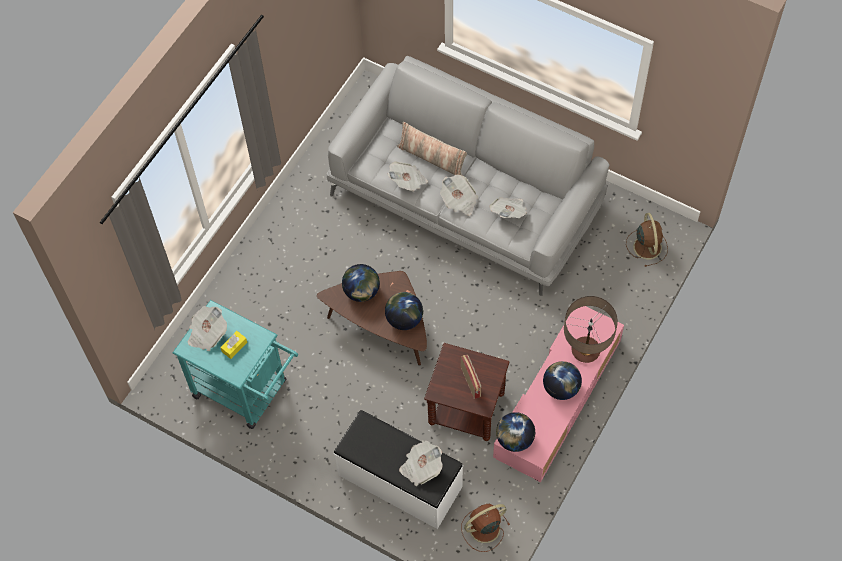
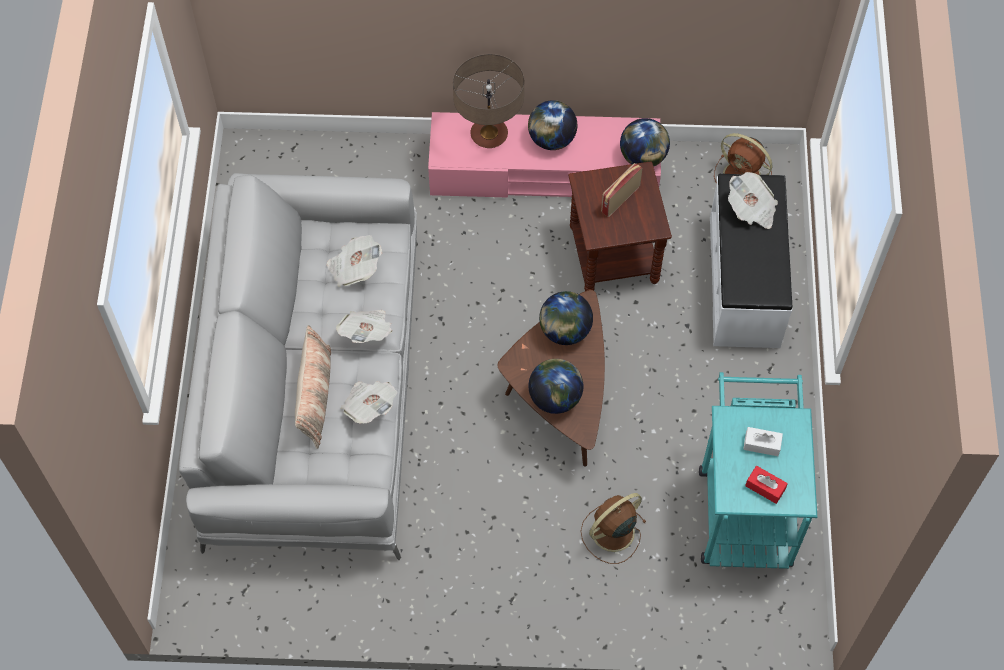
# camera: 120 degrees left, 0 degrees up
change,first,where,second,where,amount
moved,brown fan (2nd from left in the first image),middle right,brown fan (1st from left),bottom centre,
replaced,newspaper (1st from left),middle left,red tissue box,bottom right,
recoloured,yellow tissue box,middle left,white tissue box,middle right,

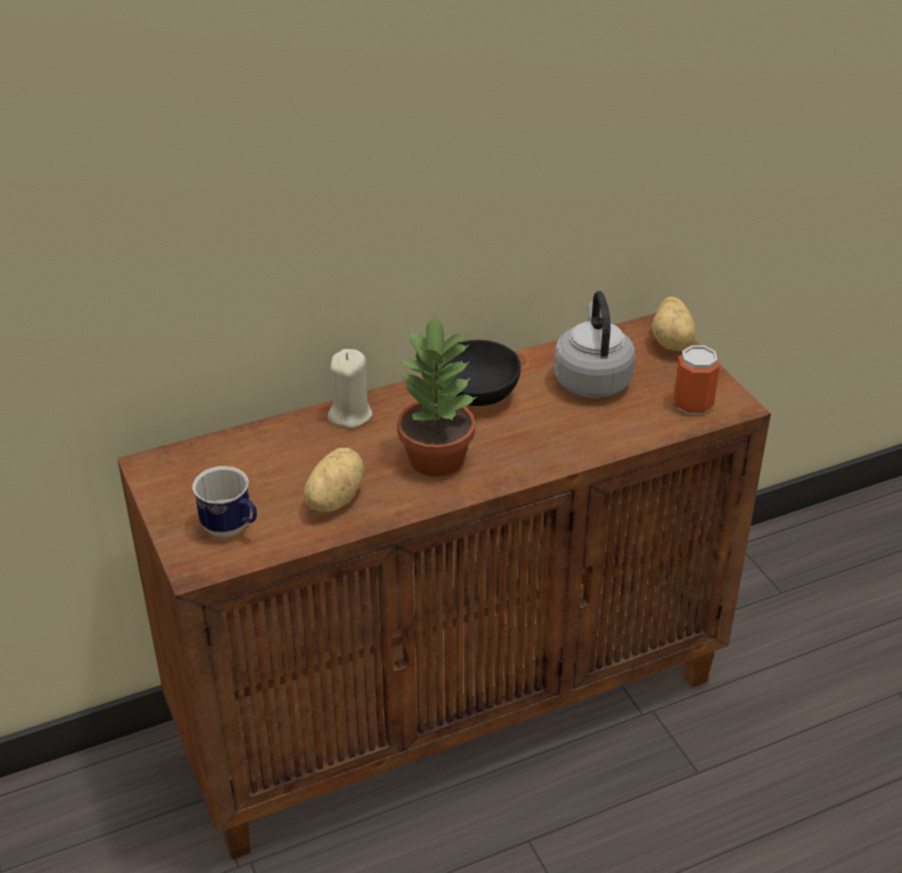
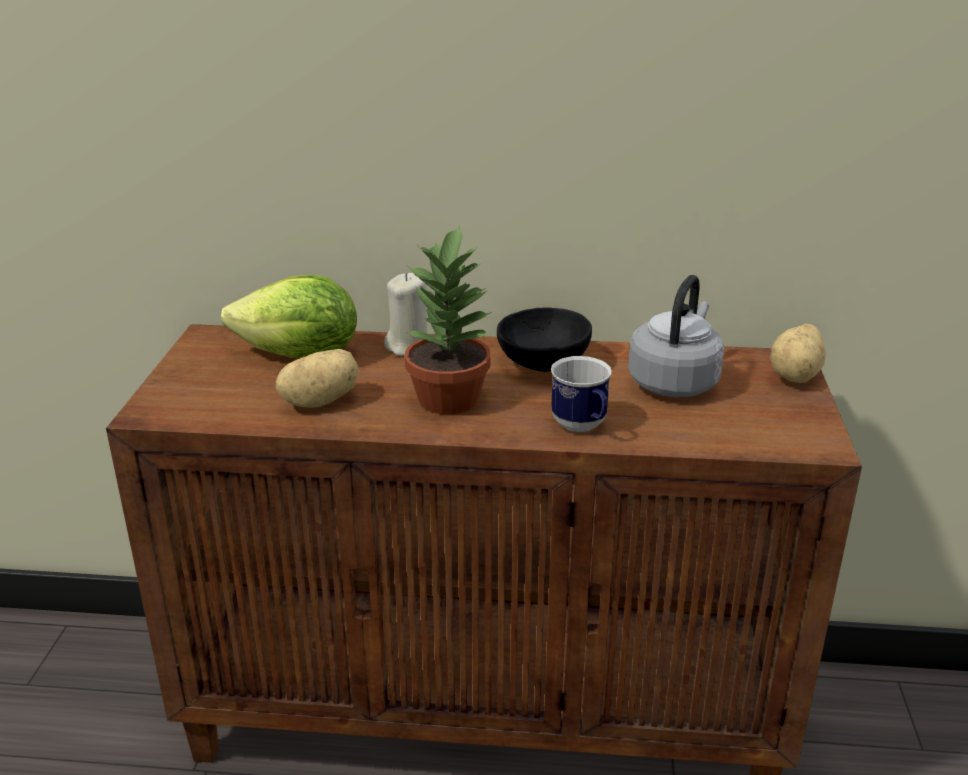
# camera: 30 degrees right, 10 degrees down
change,first,where,second,where,amount
removed,can,middle right,,,
added,,,lettuce,middle left,
moved,mug,middle left,,centre,

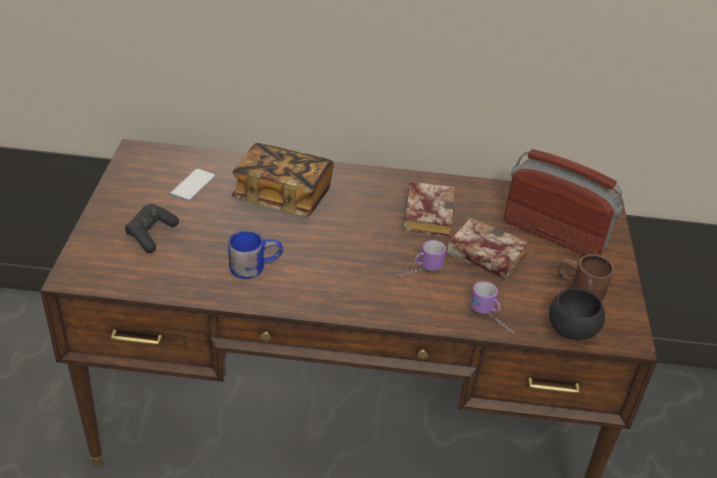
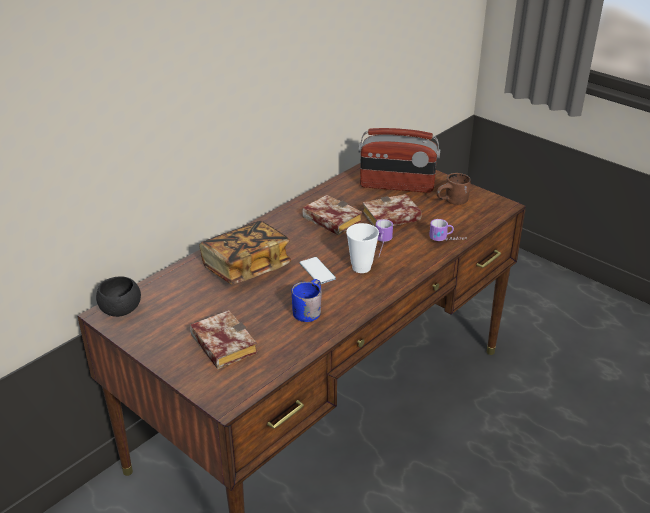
# camera: 50 degrees left, 5 degrees down
change,first,where,second,where,amount
added,,,cup,centre,
moved,phone,middle left,,centre,
moved,black bowl,middle right,,middle left,
replaced,black game controller,middle left,book (1st from left),centre,
turned,radio,middle right,,top centre,150 degrees counterclockwise

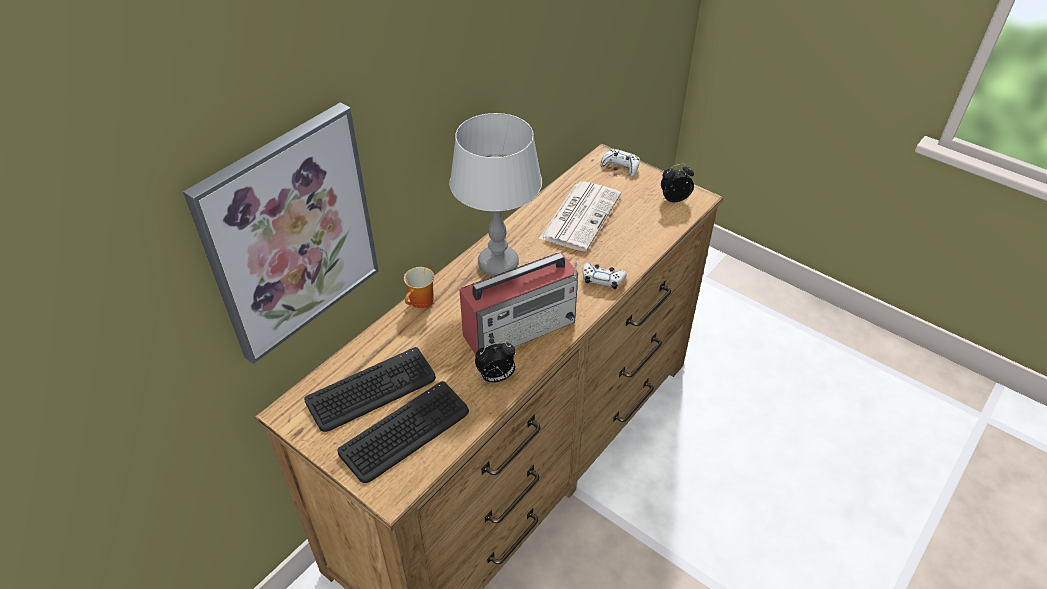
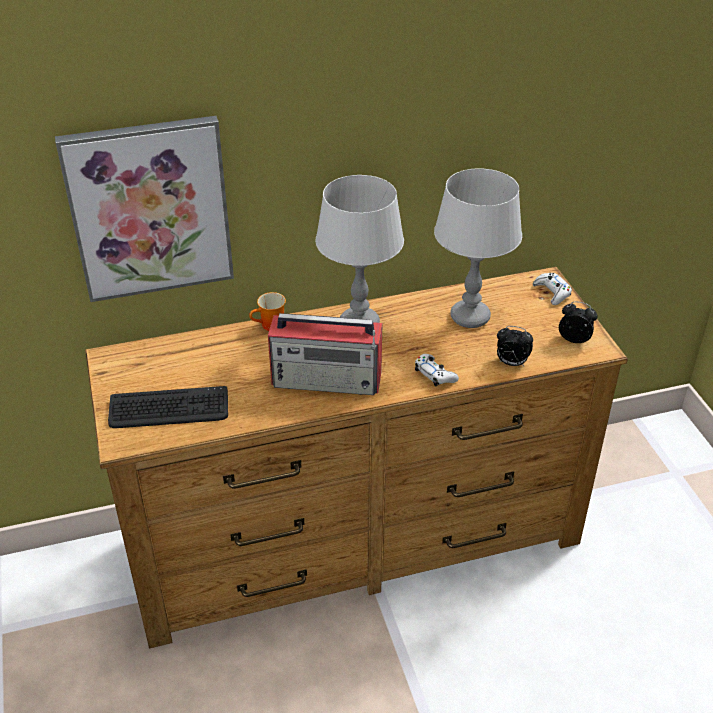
# camera: 35 degrees right, 5 degrees down
change,first,where,second,where,amount
removed,keyboard (1st from left),centre,,,
moved,alarm clock (1st from left),centre,,middle right,
replaced,newspaper,centre,grey table lamp (2nd from left),middle right,

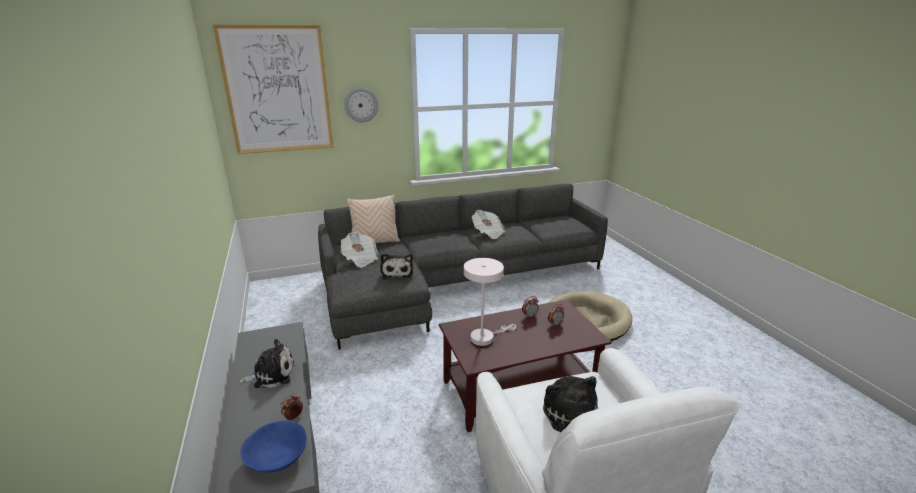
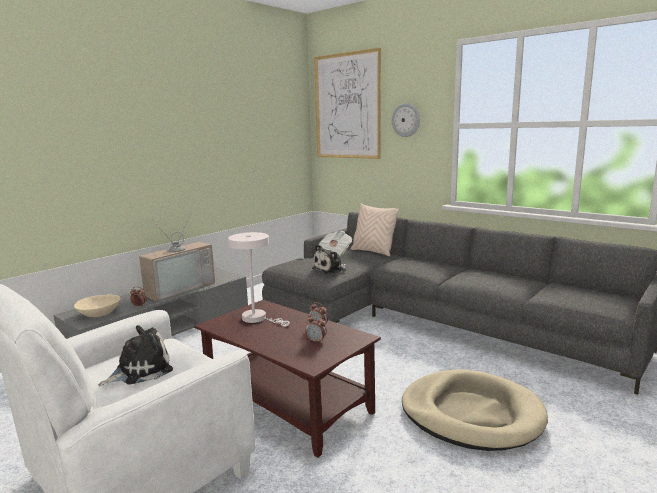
# camera: 60 degrees right, 10 degrees down
change,first,where,second,where,amount
removed,newspaper (2nd from left),centre,,,
replaced,plush toy (1st from left),bottom left,television,middle left,
recoloured,blue bowl,bottom left,beige bowl,middle left,

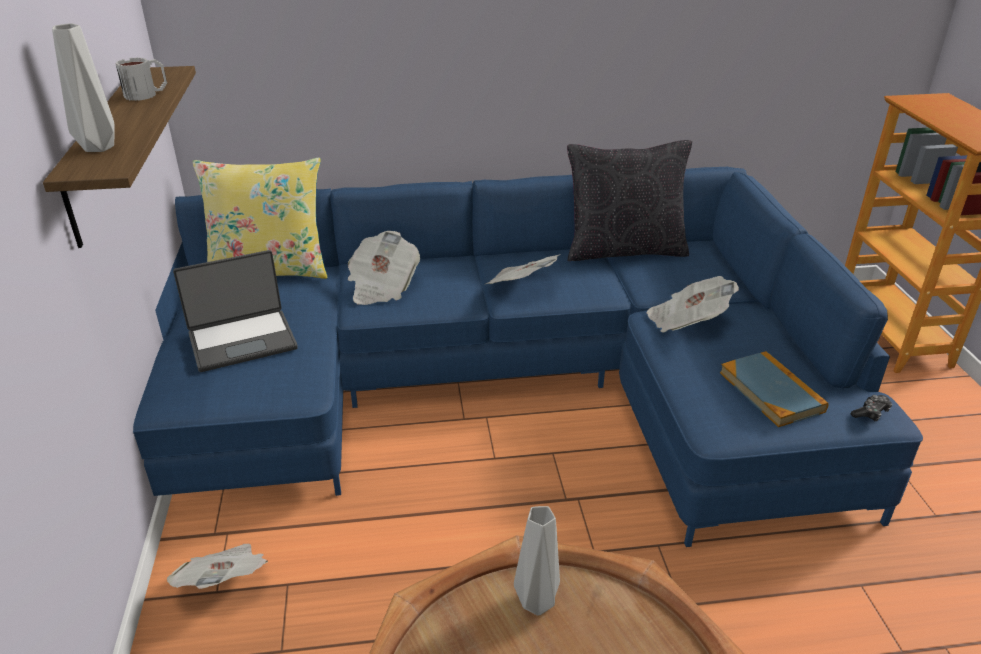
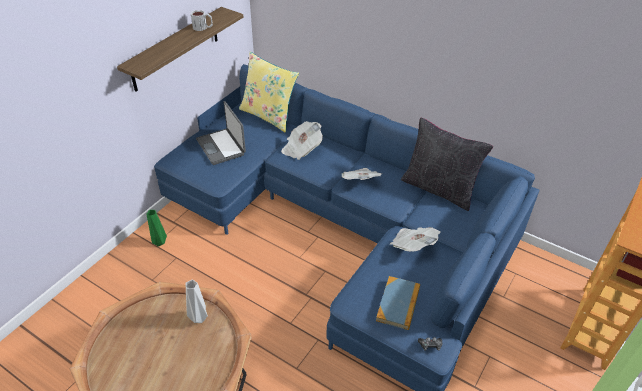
# camera: 40 degrees right, 10 degrees up
change,first,where,second,where,amount
removed,grey vase (1st from left),top left,,,
replaced,newspaper (1st from left),bottom left,green vase,middle left,
turned,laptop,middle left,,centre,45 degrees clockwise

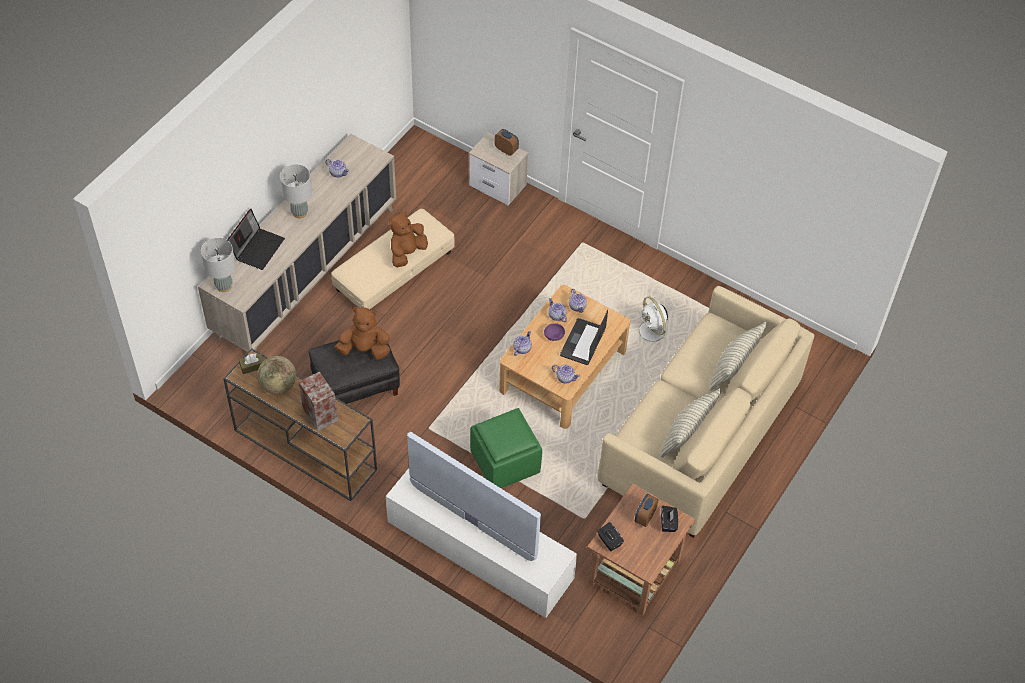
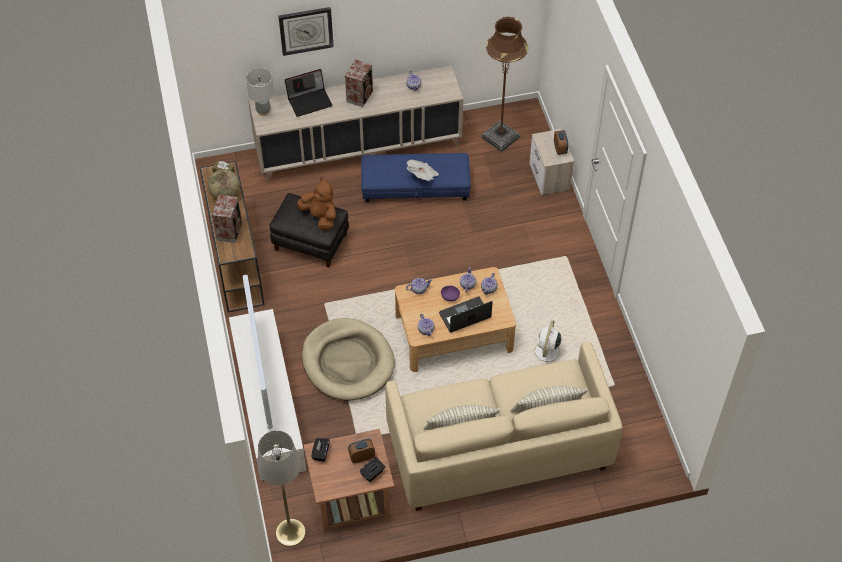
# camera: 45 degrees right, 0 degrees up
change,first,where,second,where,amount
added,,,grey floor lamp,bottom centre,
added,,,wall clock,top centre,
added,,,brown floor lamp,top centre,
replaced,grey table lamp (2nd from left),top left,speaker (2nd from left),top centre,
replaced,brown plush toy (2nd from left),centre,newspaper,top centre,
replaced,green ottoman,centre,beige dog bed,centre,
recoloured,beige ottoman,centre,blue ottoman,top centre,

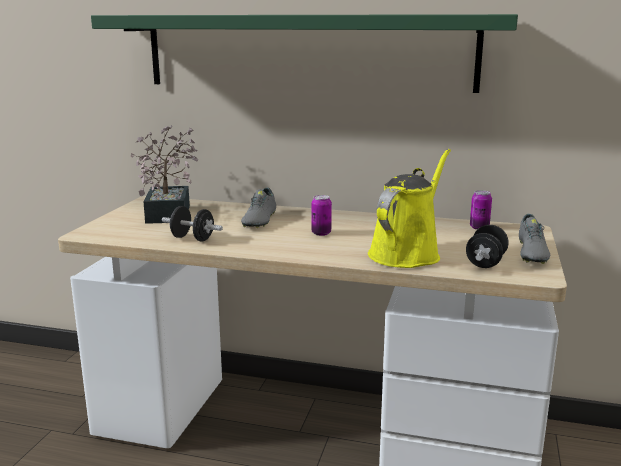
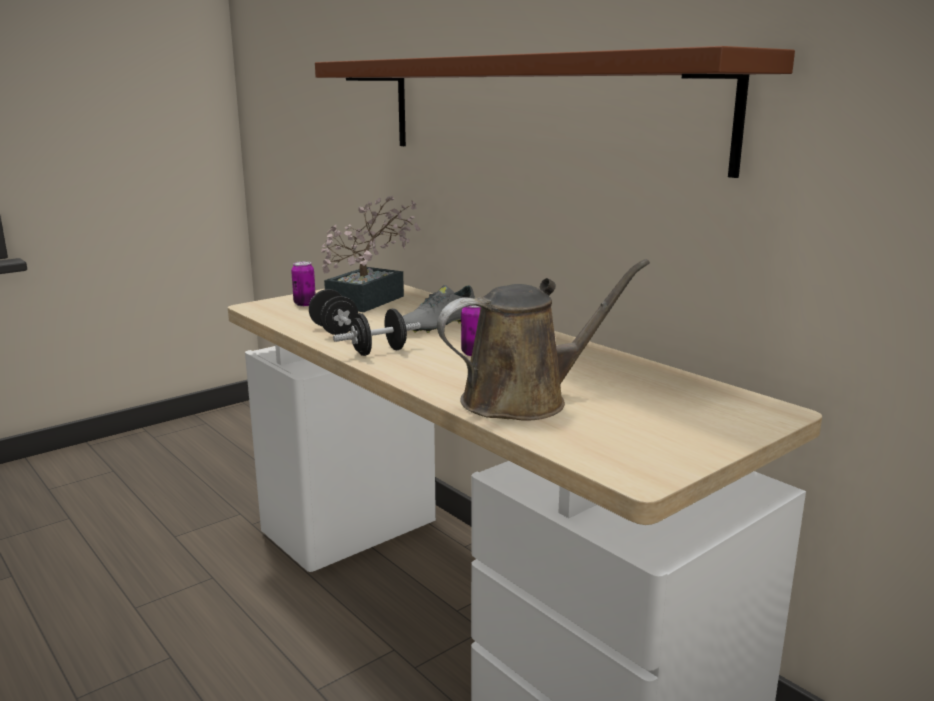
# camera: 35 degrees right, 0 degrees up
change,first,where,second,where,amount
removed,grey shoe (2nd from left),middle right,,,
moved,black dumbbell (2nd from left),middle right,,centre,
moved,can (2nd from left in the first image),middle right,can (1st from left),middle left,
recoloured,green shelf,top centre,brown shelf,top centre,
recoloured,yellow watering can,centre,brown watering can,centre,

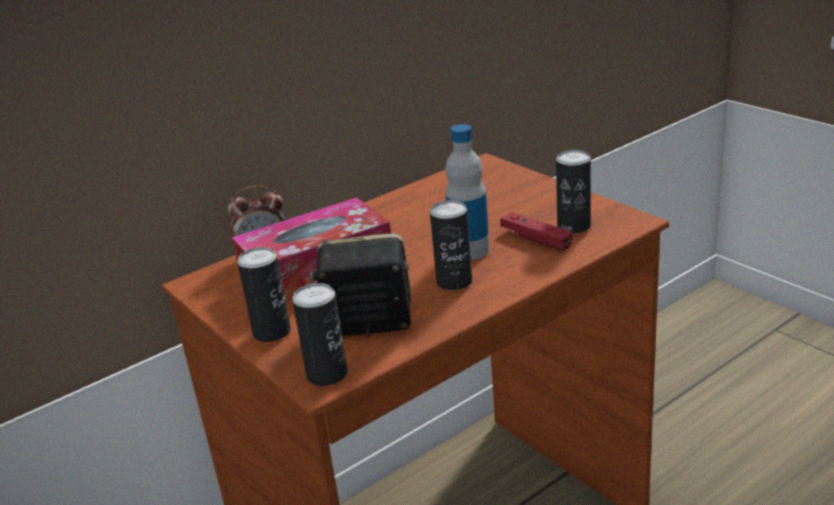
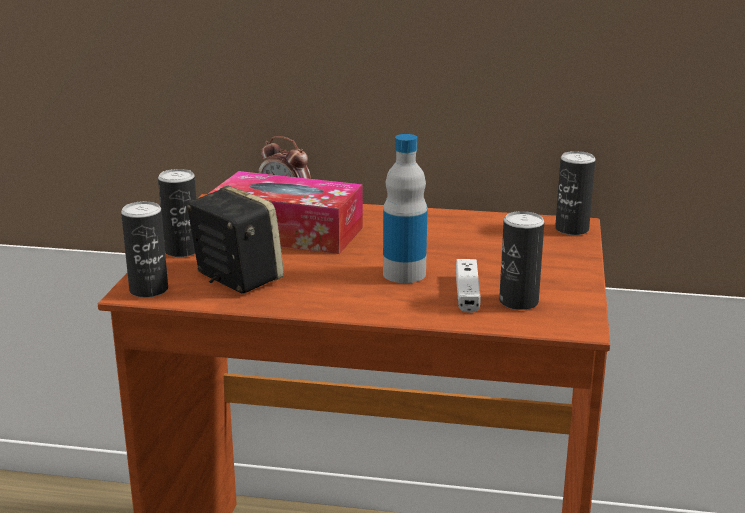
# camera: 45 degrees right, 5 degrees down
change,first,where,second,where,amount
moved,can (3rd from left in the first image),centre,can (4th from left),middle right,
recoloured,red game controller,centre,white game controller,centre,

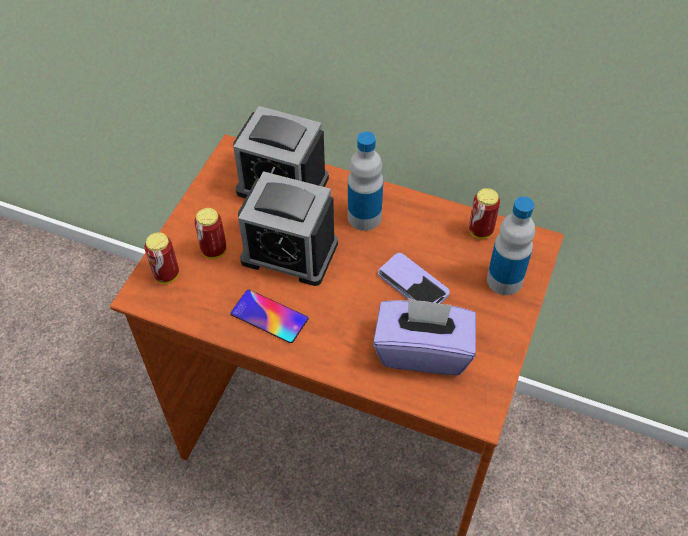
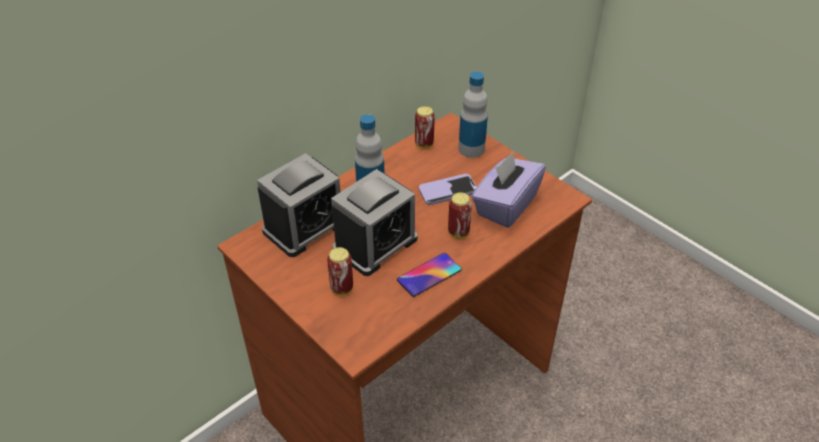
# camera: 65 degrees left, 10 degrees down
change,first,where,second,where,amount
moved,can (1st from left in the first image),middle left,can (3rd from left),centre,

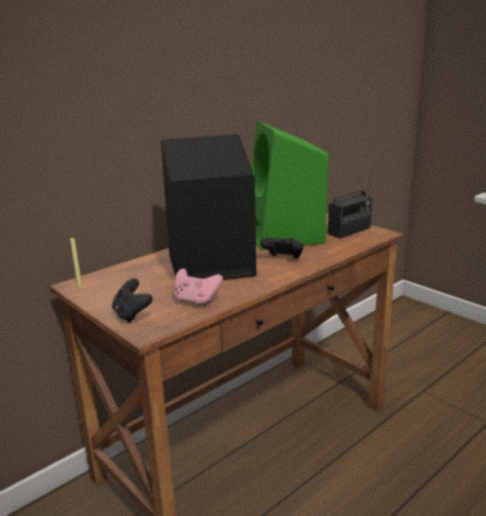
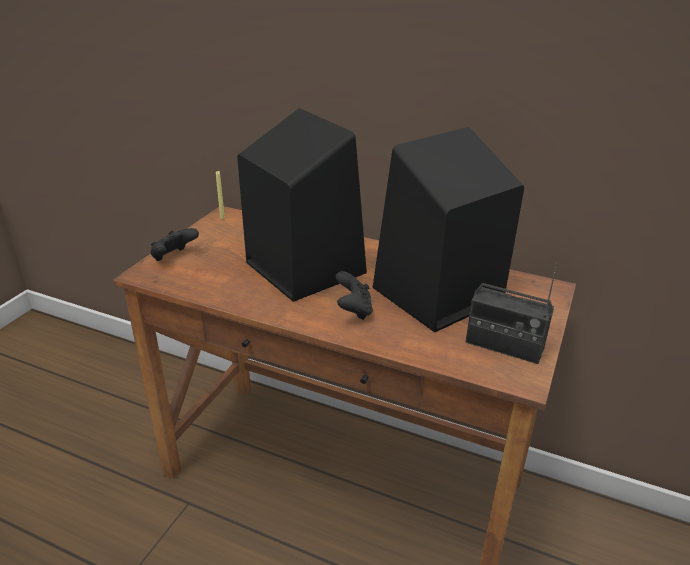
# camera: 65 degrees right, 10 degrees up
change,first,where,second,where,amount
removed,pink game controller,centre,,,
recoloured,green speaker,centre,black speaker (2nd from left),centre,

